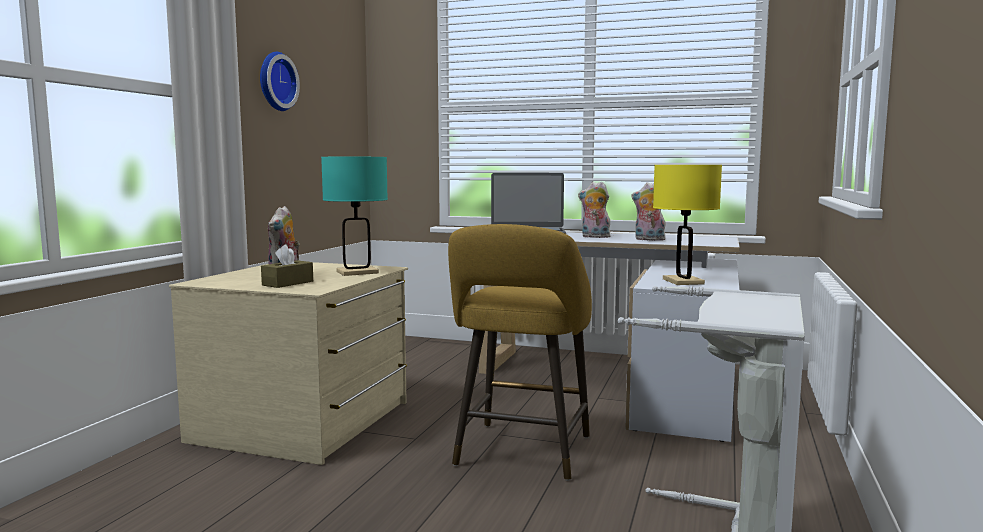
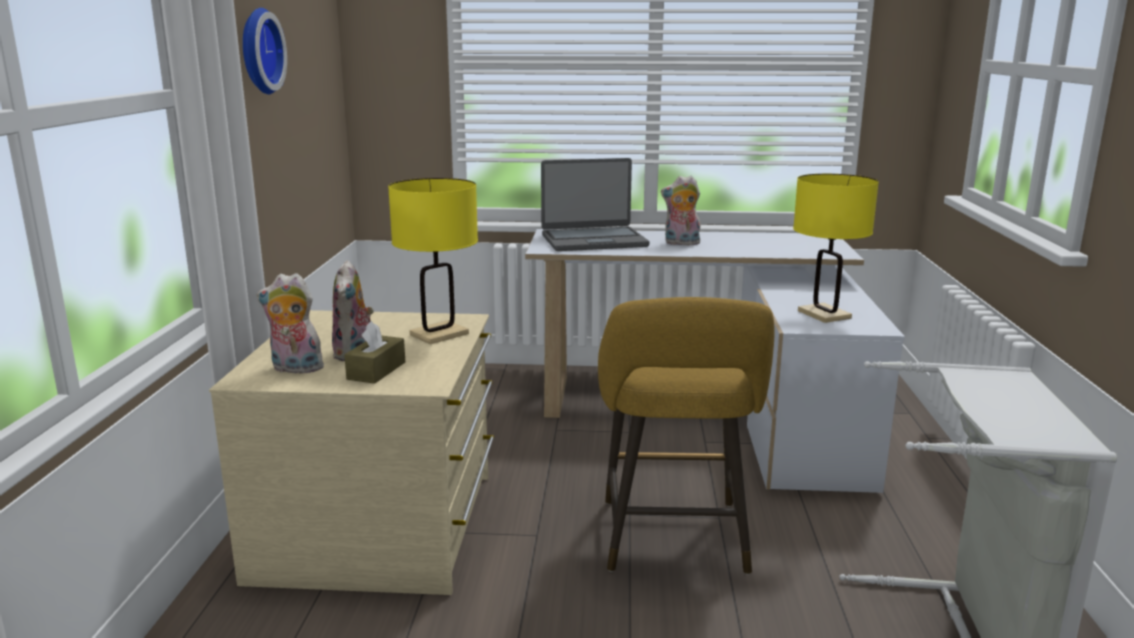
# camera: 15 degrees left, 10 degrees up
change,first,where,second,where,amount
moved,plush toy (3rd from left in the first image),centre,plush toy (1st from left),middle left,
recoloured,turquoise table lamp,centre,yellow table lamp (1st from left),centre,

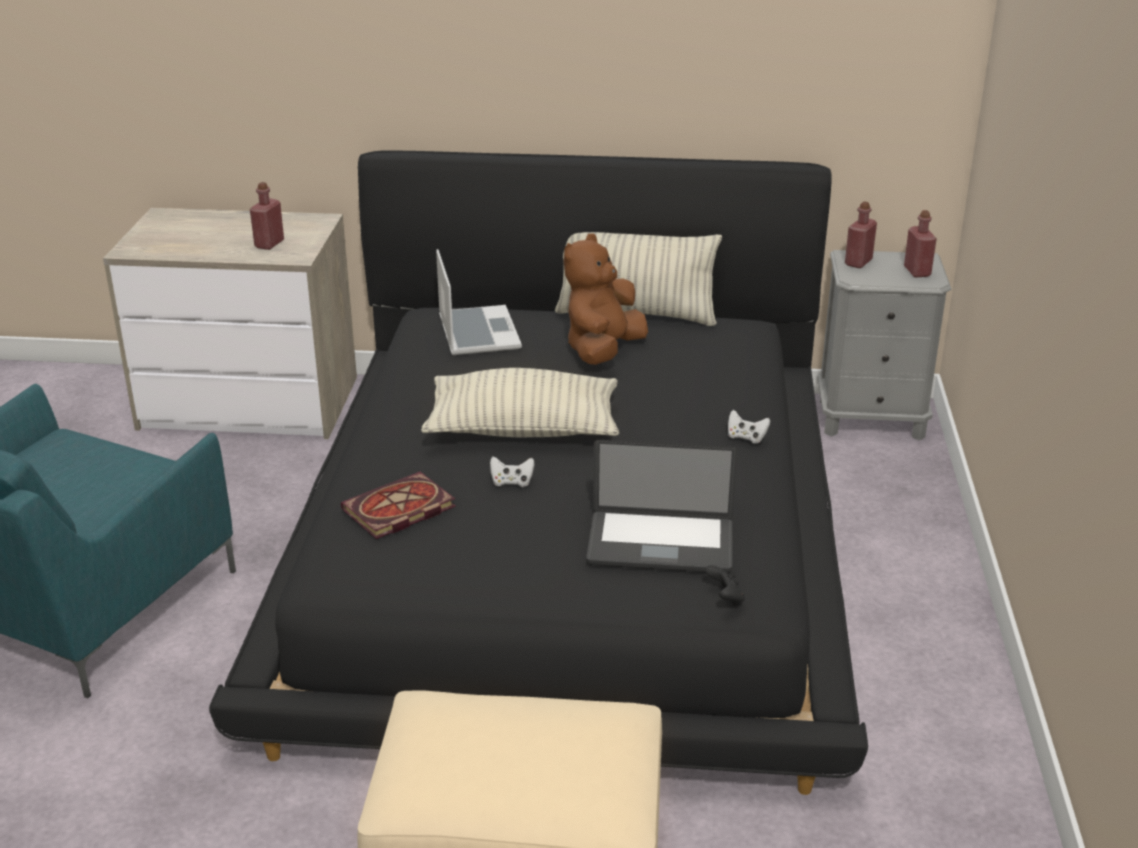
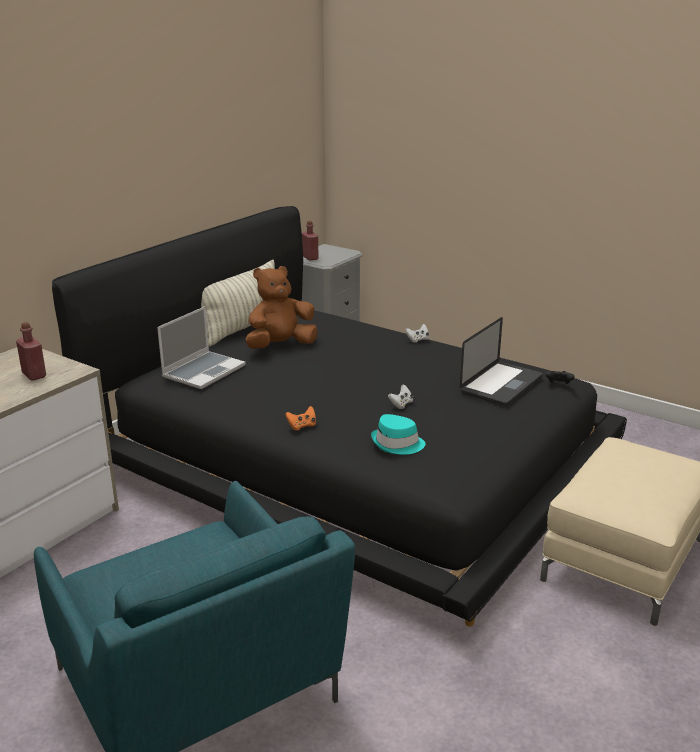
# camera: 60 degrees left, 5 degrees down
change,first,where,second,where,amount
removed,pillow (1st from left),centre,,,
removed,red bottle (3rd from left),top right,,,
added,,,orange game controller,centre,
replaced,book,centre,turquoise hat,centre,
turned,laptop (1st from left),centre,,middle left,105 degrees clockwise
turned,brown plush toy,centre,,centre,90 degrees clockwise

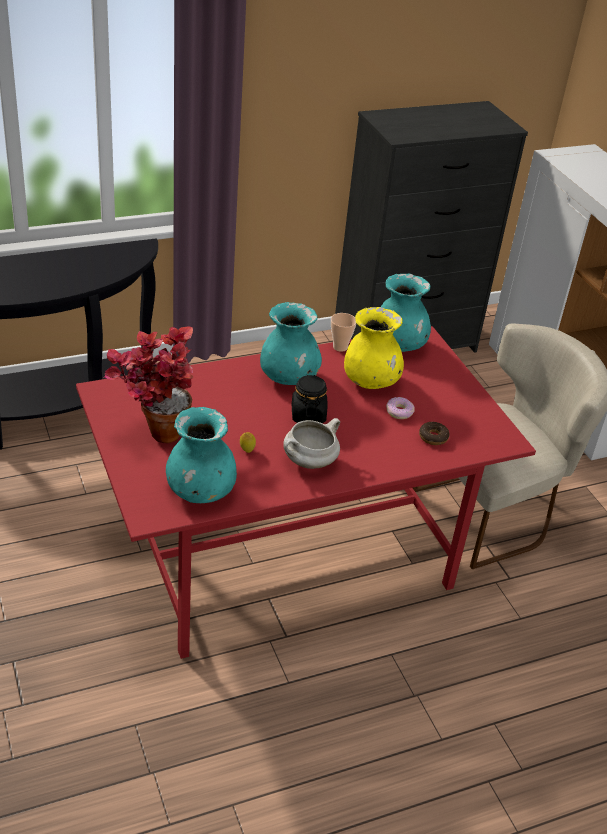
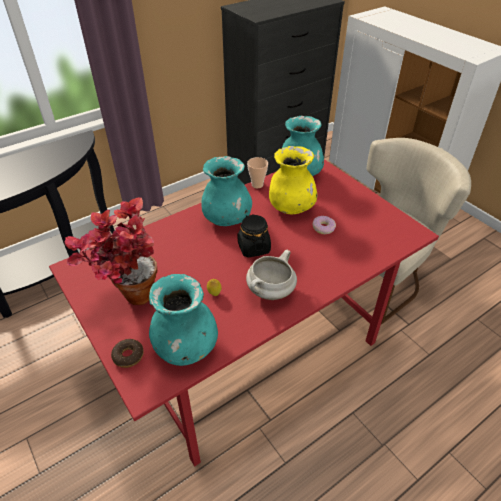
# camera: 10 degrees left, 5 degrees up
change,first,where,second,where,amount
moved,donut (2nd from left in the first image),middle right,donut (1st from left),bottom left,

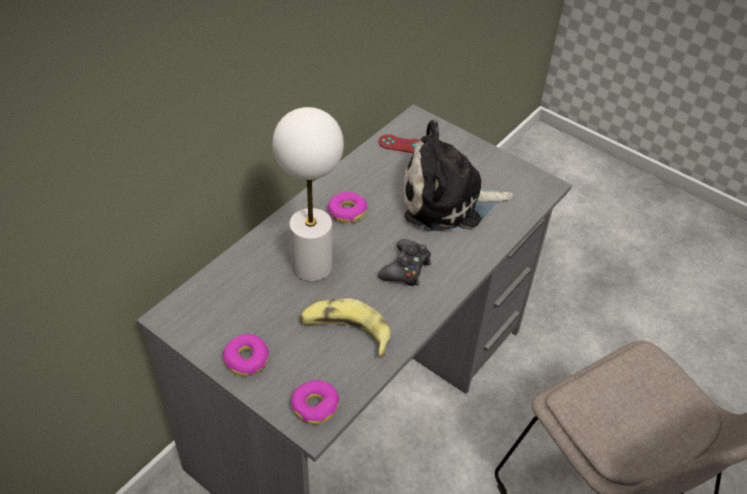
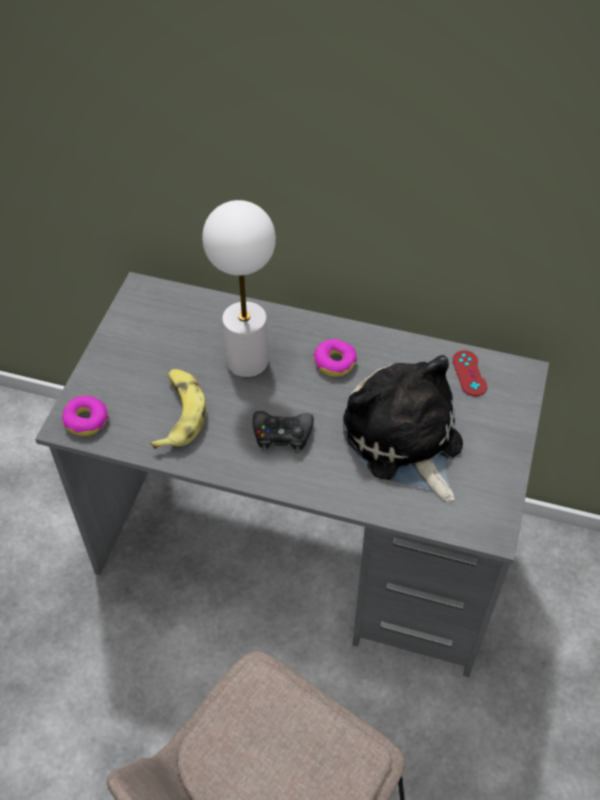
# camera: 70 degrees right, 5 degrees up
change,first,where,second,where,amount
removed,donut (1st from left),bottom left,,,

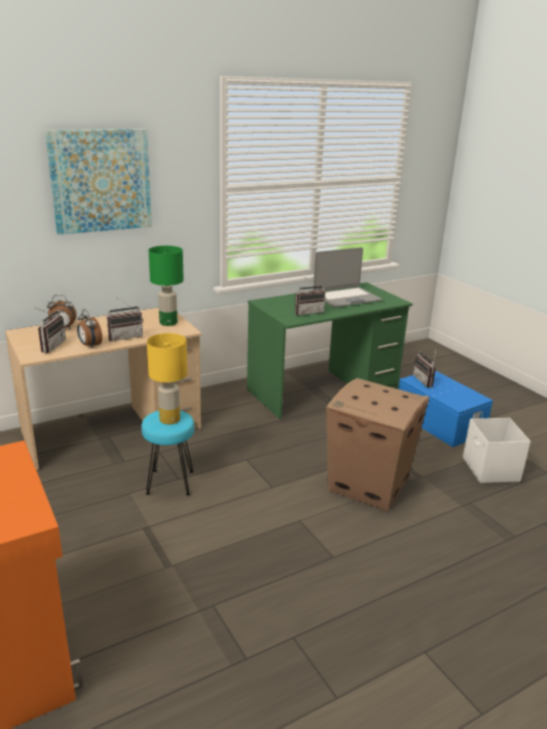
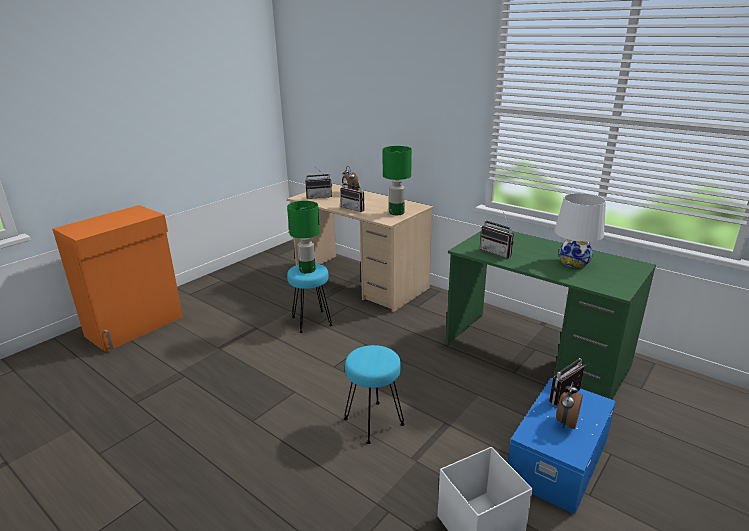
# camera: 70 degrees right, 0 degrees up
change,first,where,second,where,amount
removed,picture,top left,,,
moved,alarm clock (2nd from left),middle left,,bottom right,
replaced,laptop,centre,white table lamp,middle right,
replaced,cardboard box,middle right,turquoise stool (2nd from left),bottom centre,
recoloured,yellow table lamp,middle left,green table lamp (1st from left),centre,

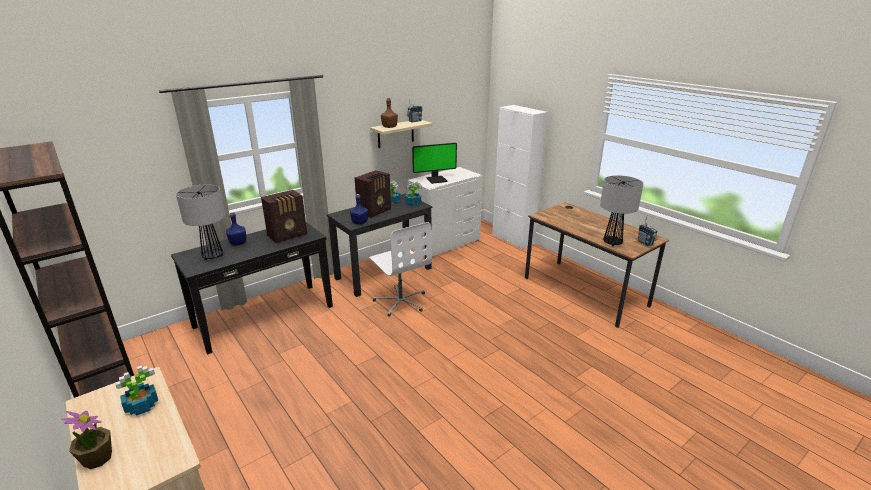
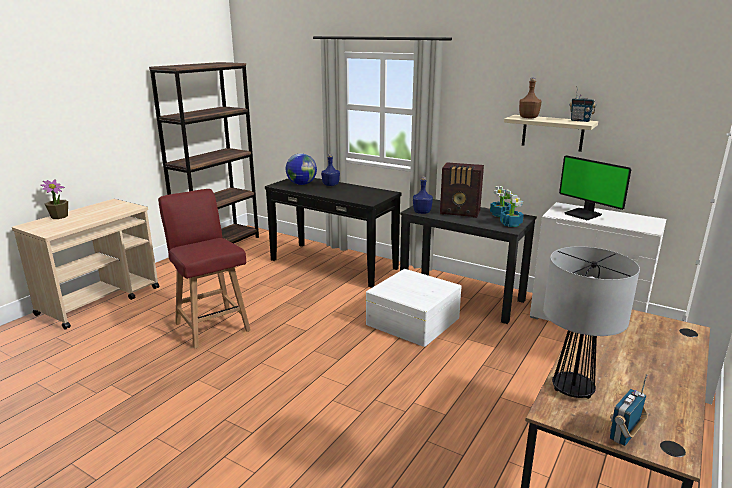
# camera: 70 degrees right, 5 degrees down
change,first,where,second,where,amount
removed,potted plant (2nd from left),bottom left,,,
removed,radio (1st from left),middle left,,,
added,,,red chair,middle left,
replaced,table lamp (1st from left),middle left,globe,centre,
replaced,white office chair,centre,white storage box,centre,

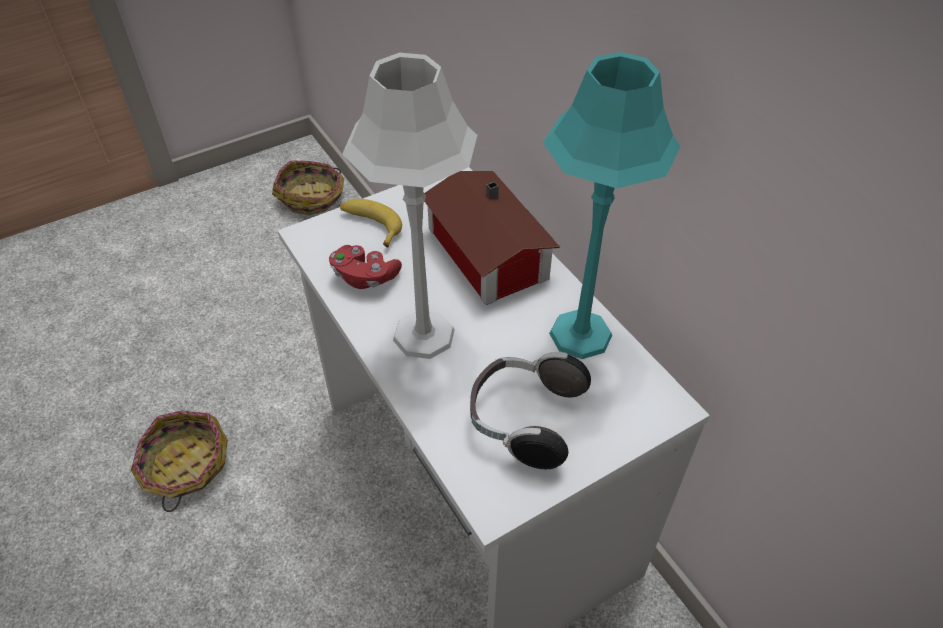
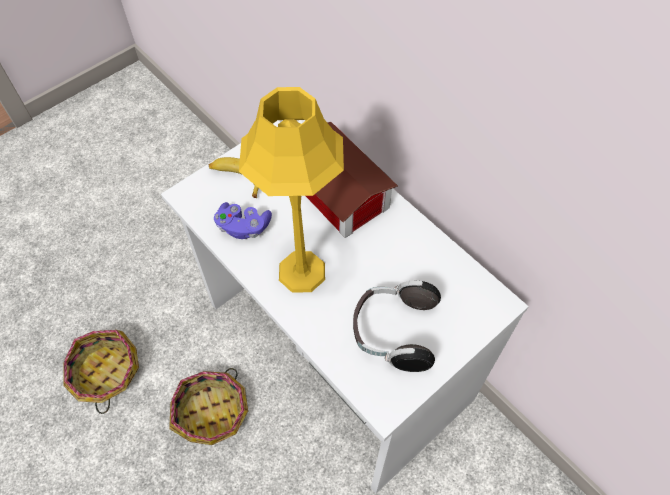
# camera: 10 degrees left, 10 degrees up
change,first,where,second,where,amount
removed,turquoise table lamp,top centre,,,
moved,basket (2nd from left),top left,,bottom left,
recoloured,red game controller,centre,purple game controller,centre,
recoloured,grey table lamp,top centre,yellow table lamp,centre,

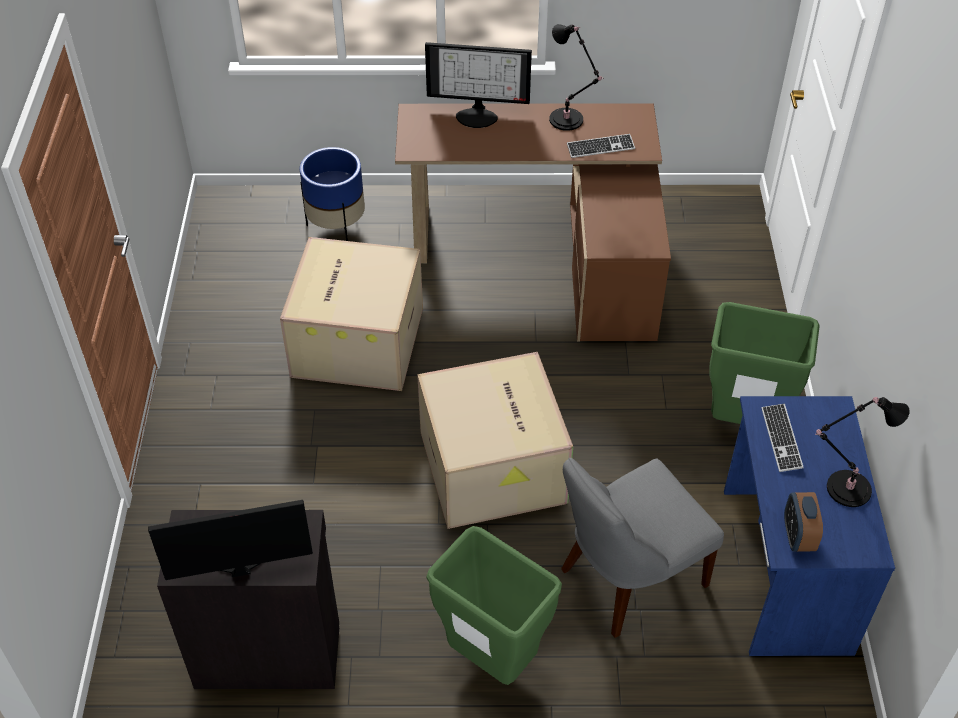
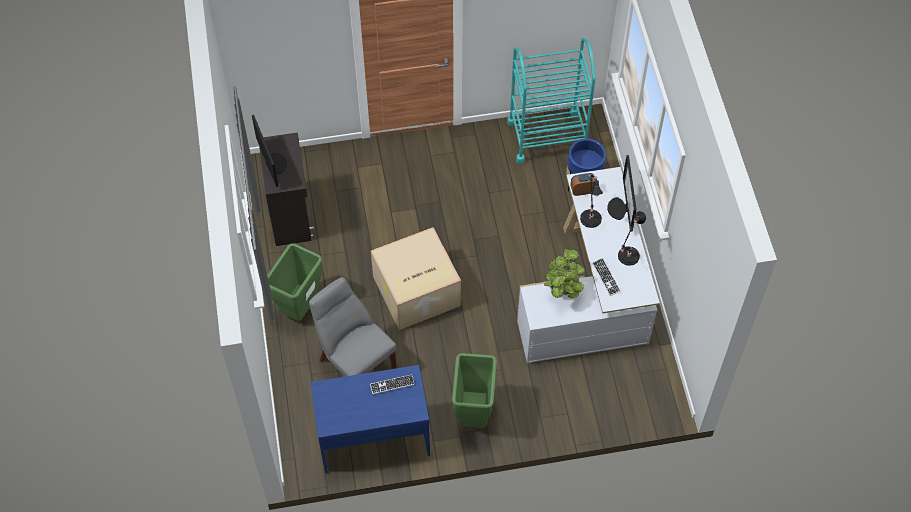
# camera: 80 degrees right, 10 degrees up
change,first,where,second,where,amount
removed,cardboard box (1st from left),centre,,,
added,,,turquoise cart,top centre,
added,,,potted plant,centre,
moved,alarm clock,bottom right,,centre,
moved,black table lamp (2nd from left in the first image),middle right,black table lamp (1st from left),centre,
recoloured,brown desk,top centre,white desk,centre,

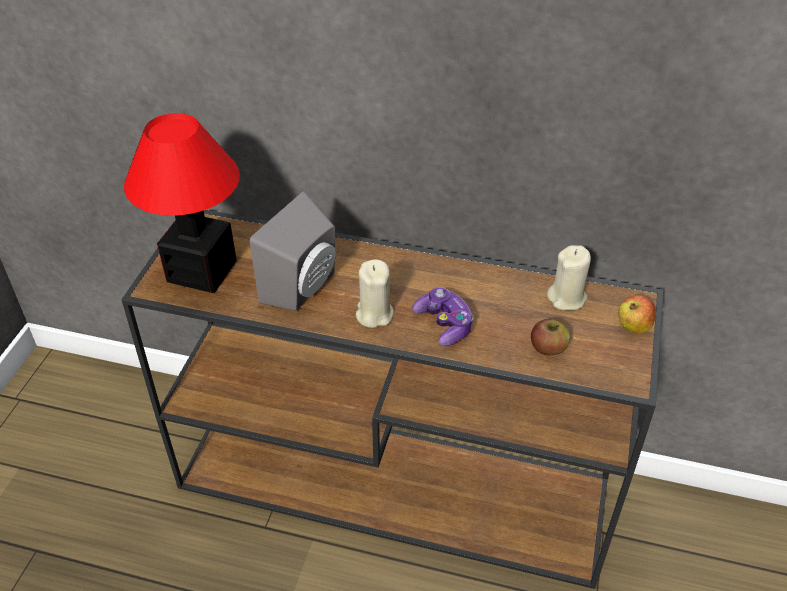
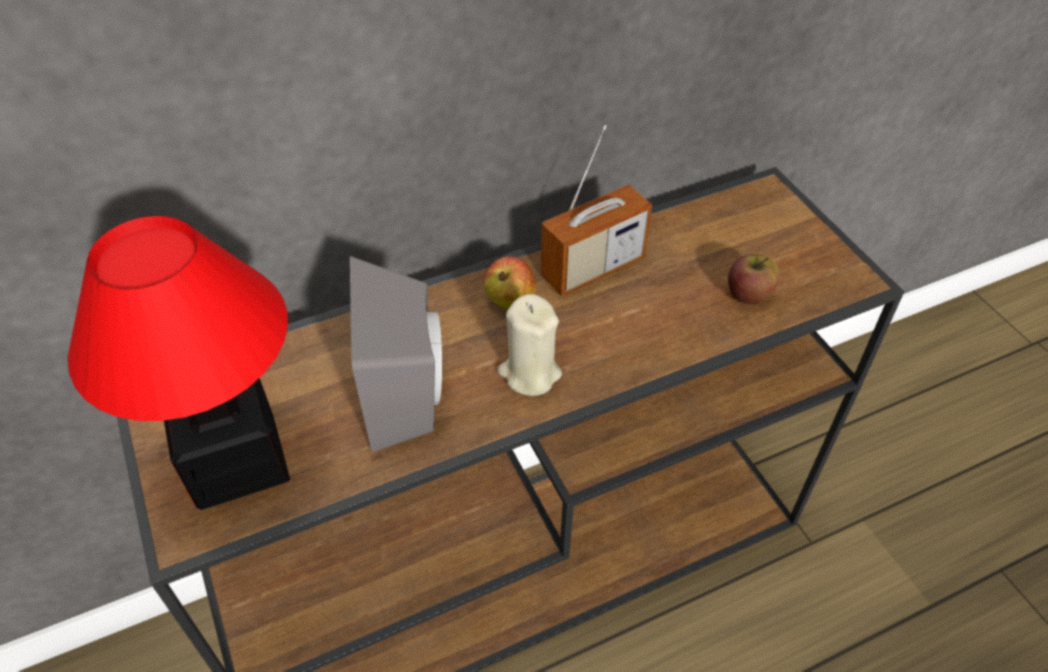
# camera: 40 degrees left, 5 degrees up
change,first,where,second,where,amount
removed,game controller,centre,,,
removed,beige candle (2nd from left),middle right,,,
added,,,radio,top centre,
moved,apple (2nd from left in the first image),middle right,apple (1st from left),centre,

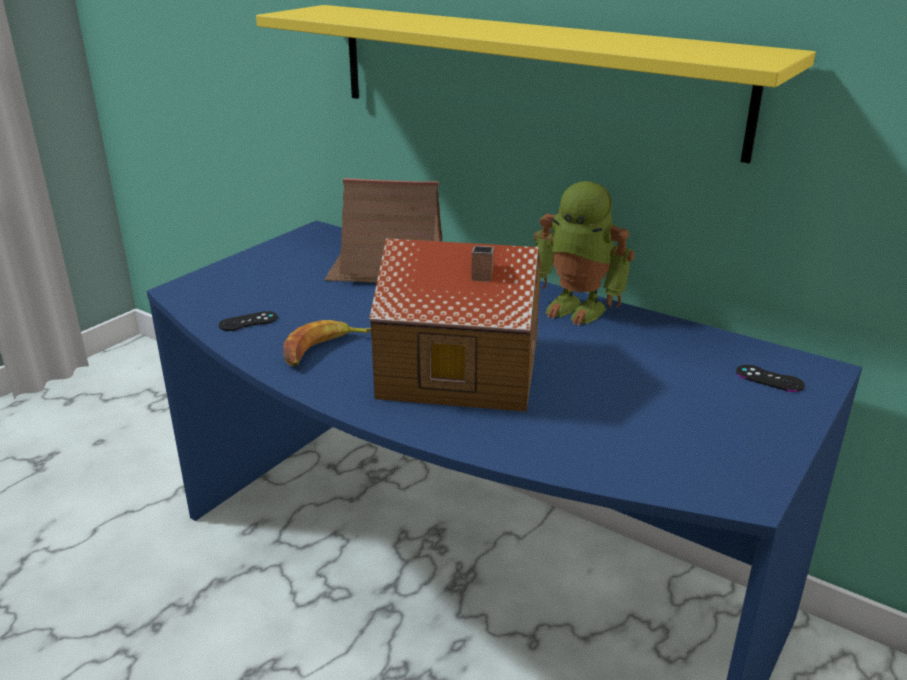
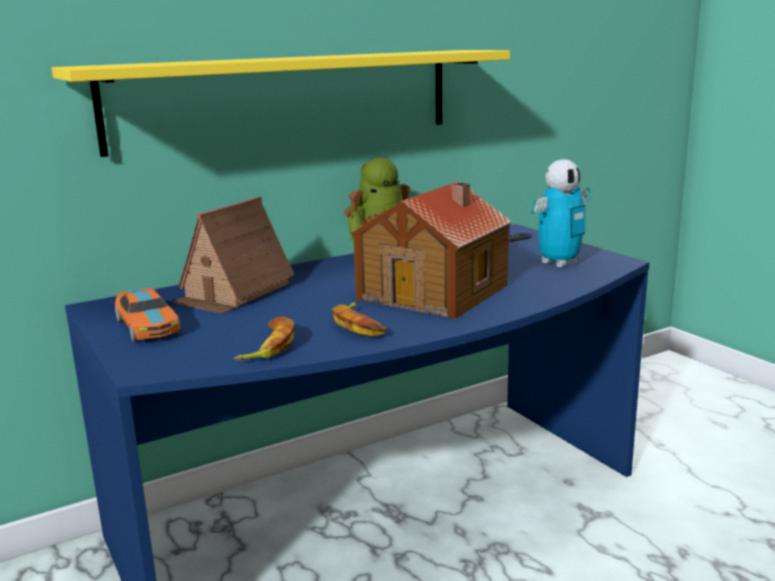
# camera: 65 degrees left, 10 degrees down
change,first,where,second,where,amount
added,,,toy car,middle left,
added,,,toy robot (2nd from left),middle right,
replaced,black game controller (1st from left),middle left,banana (1st from left),centre,

